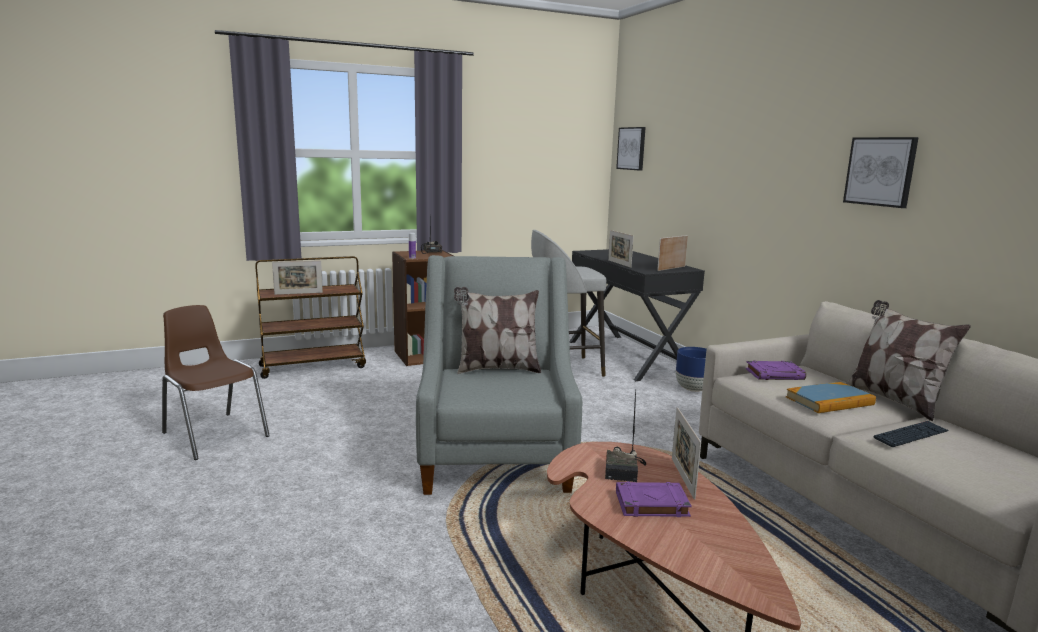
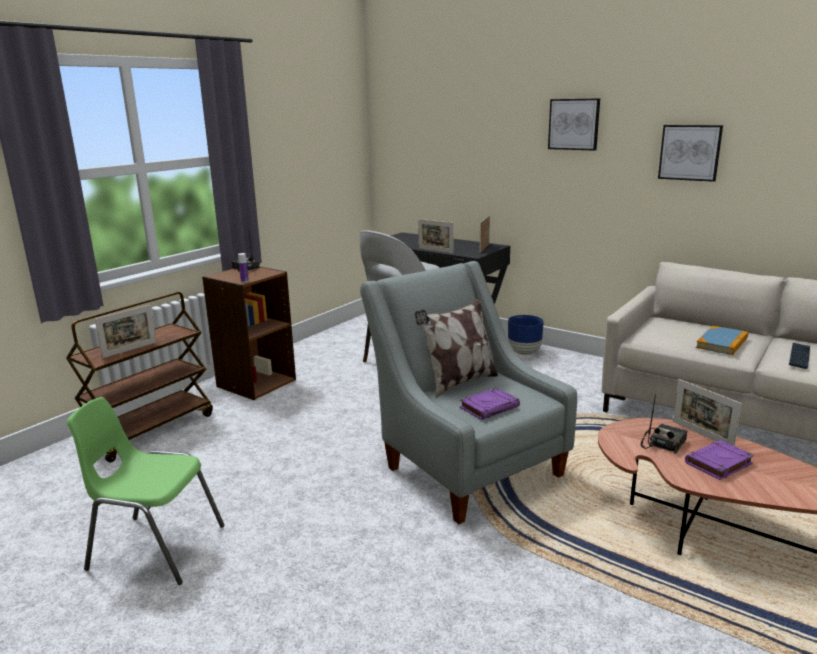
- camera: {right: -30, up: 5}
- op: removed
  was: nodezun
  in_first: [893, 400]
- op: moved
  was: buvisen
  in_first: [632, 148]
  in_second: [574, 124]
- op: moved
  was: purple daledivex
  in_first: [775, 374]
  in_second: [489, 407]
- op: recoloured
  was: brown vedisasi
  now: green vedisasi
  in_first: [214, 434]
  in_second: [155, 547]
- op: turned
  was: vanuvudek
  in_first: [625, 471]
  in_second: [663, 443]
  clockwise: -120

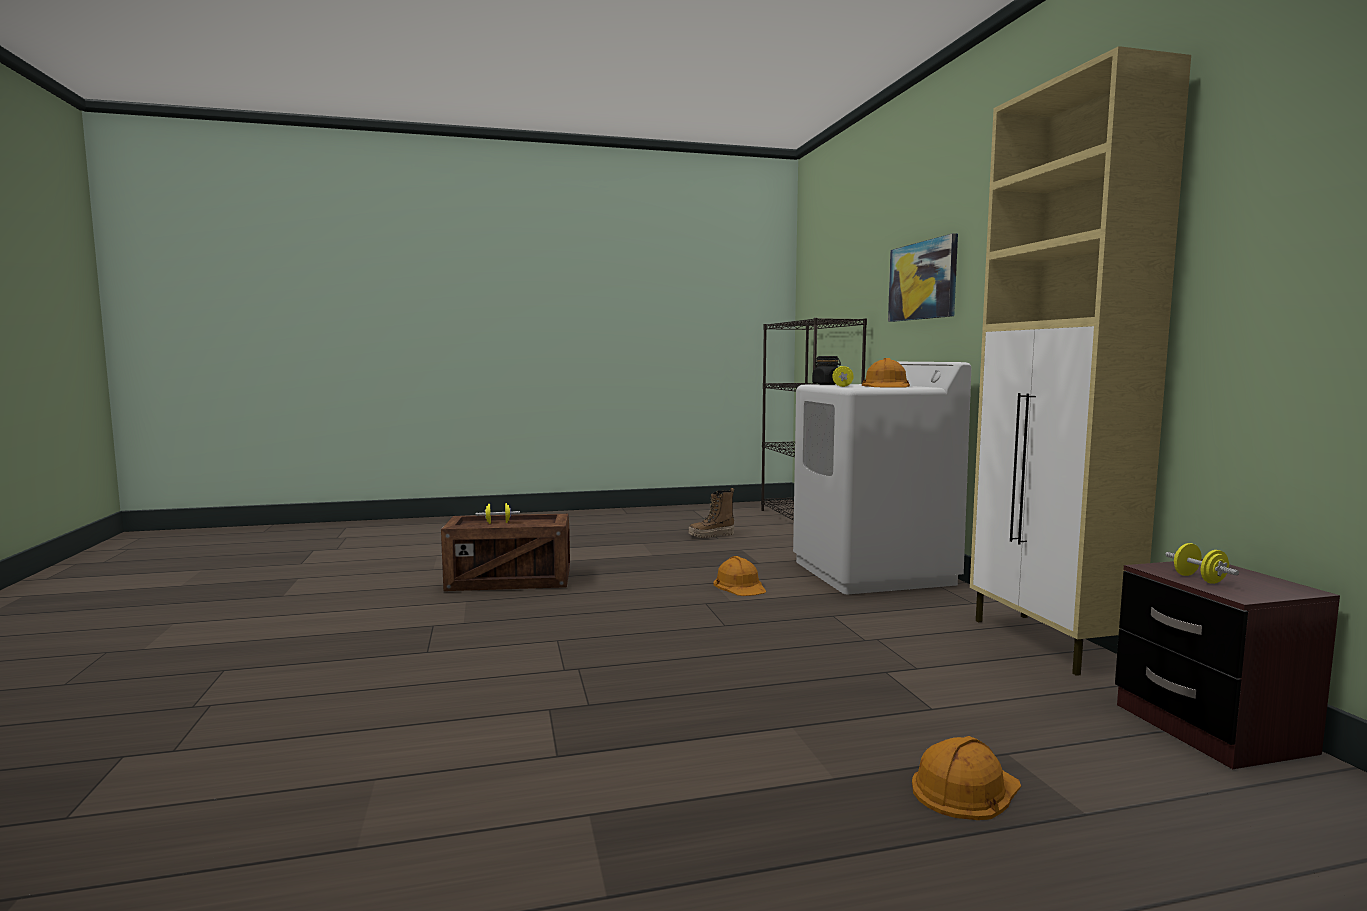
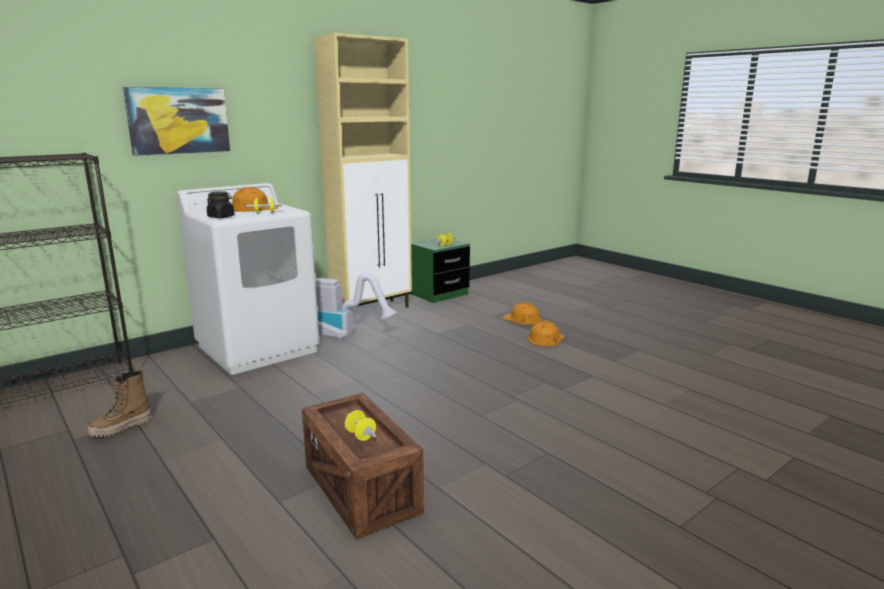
- camera: {right: -115, up: 10}
- op: added
  now: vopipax
  in_second: [347, 335]
- op: moved
  was: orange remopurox
  in_first: [740, 585]
  in_second: [545, 338]
- op: recoloured
  was: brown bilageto
  now: green bilageto
  in_first: [1211, 729]
  in_second: [440, 294]
- op: turned
  was: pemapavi
  in_first: [711, 536]
  in_second: [121, 427]
  clockwise: 90

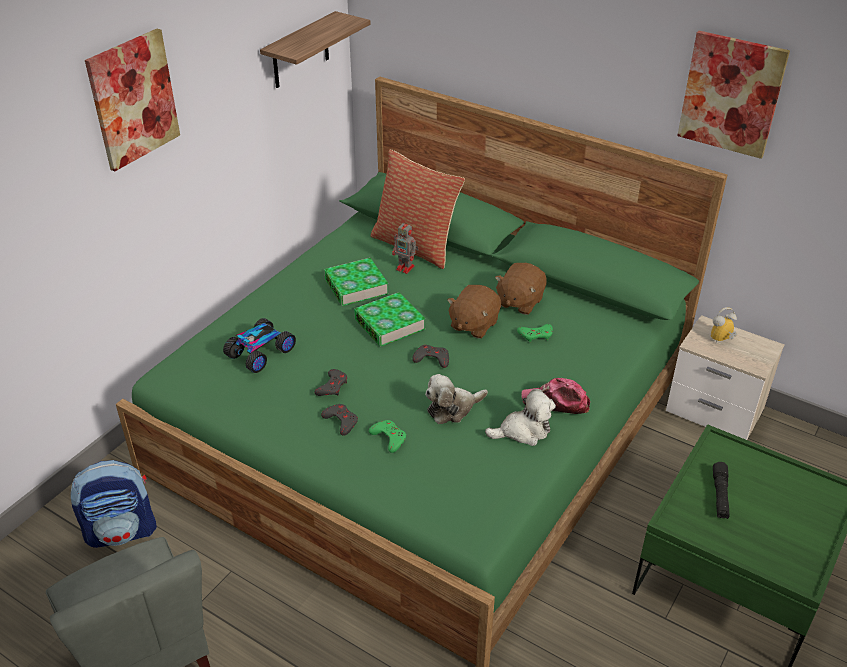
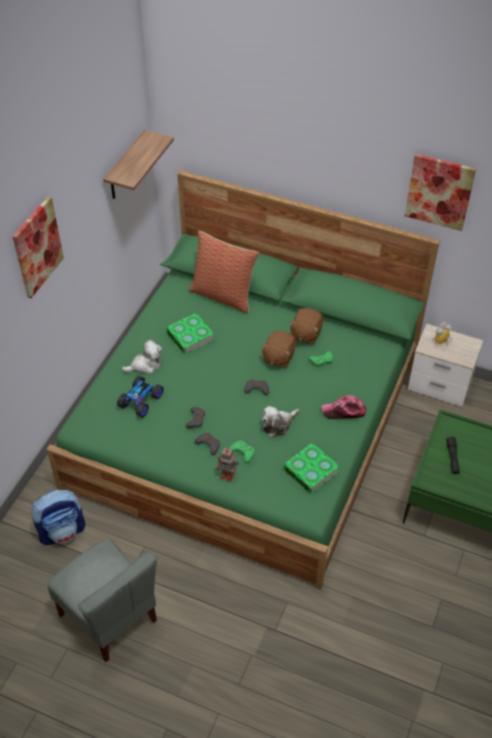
- camera: {right: -10, up: 10}
- op: moved
  was: daledivex
  in_first: [389, 324]
  in_second: [311, 471]
- op: moved
  was: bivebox
  in_first: [406, 268]
  in_second: [228, 475]
- op: moved
  was: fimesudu
  in_first: [523, 431]
  in_second: [145, 365]

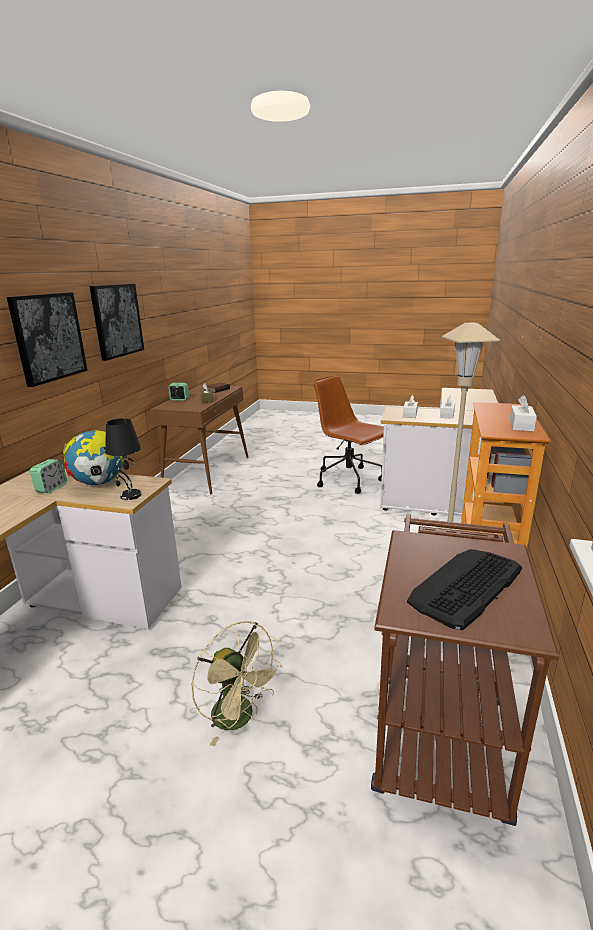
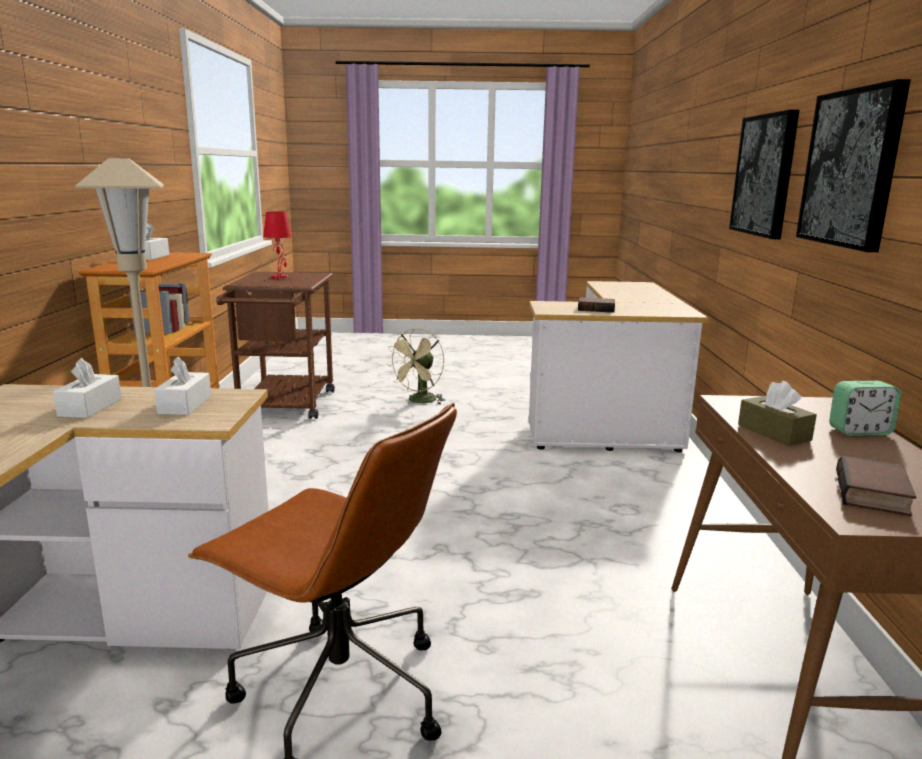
- camera: {right: 165, up: -5}
- op: removed
  was: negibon
  in_first: [51, 488]
- op: removed
  was: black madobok
  in_first: [130, 496]
- op: replaced
  was: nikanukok
  now: daledivex
  in_first: [99, 484]
  in_second: [597, 309]
- op: replaced
  was: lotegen
  now: red madobok
  in_first: [465, 586]
  in_second: [280, 277]
- op: turned
  was: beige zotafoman
  in_first: [240, 718]
  in_second: [419, 401]
  clockwise: -90

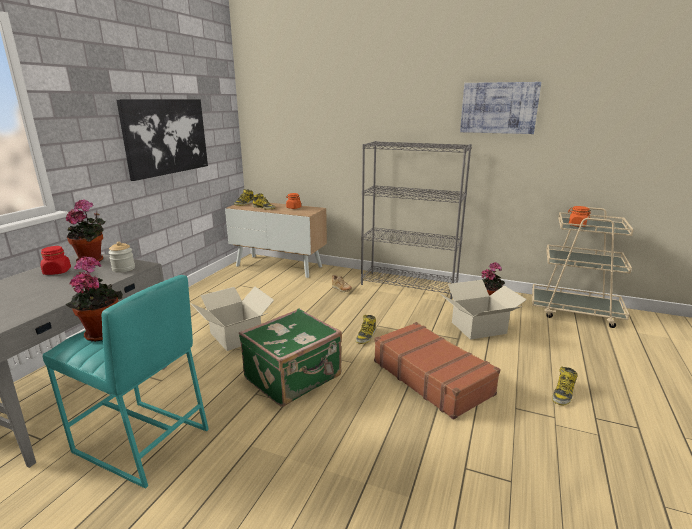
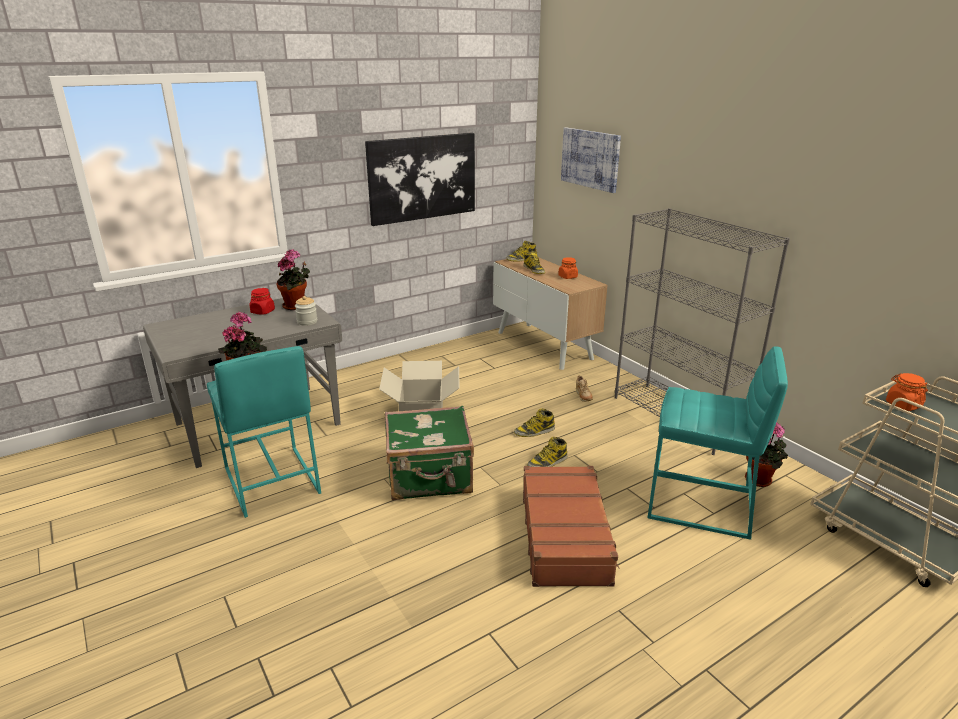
- camera: {right: 35, up: 5}
- op: moved
  was: buvisen
  in_first: [499, 108]
  in_second: [590, 159]
- op: moved
  was: pemapavi
  in_first: [563, 394]
  in_second: [534, 432]
- op: replaced
  was: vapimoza
  now: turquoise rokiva
  in_first: [479, 328]
  in_second: [700, 505]

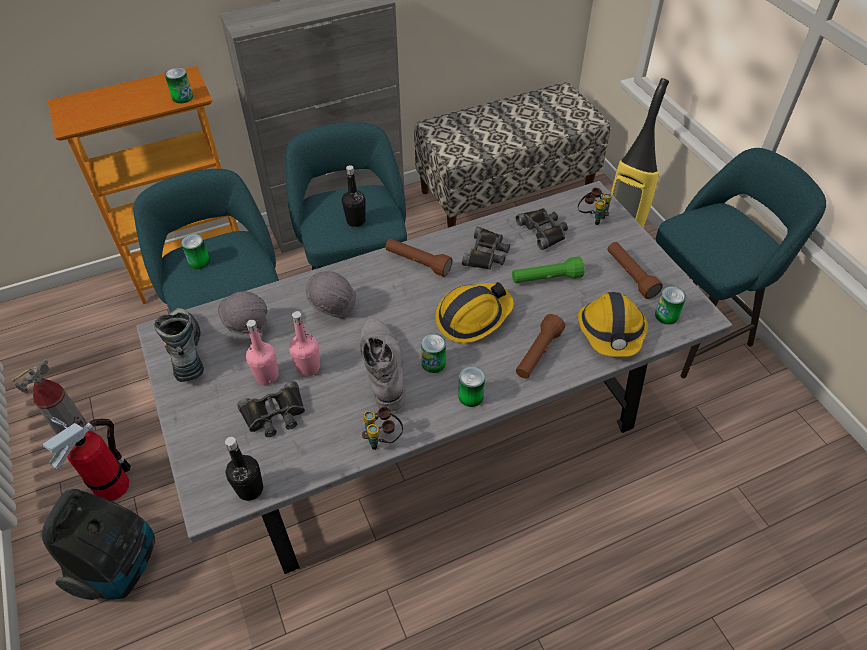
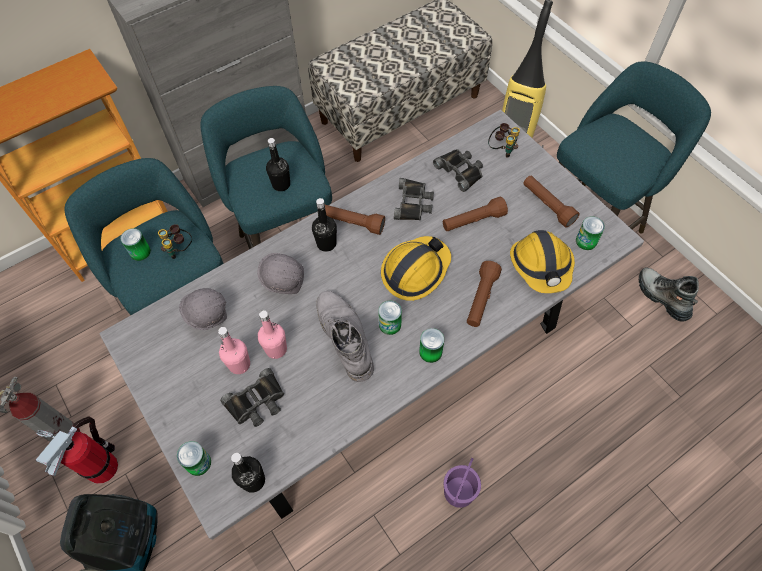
- camera: {right: -10, up: 10}
- op: added
  now: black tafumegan
  in_second: [326, 243]
- op: added
  now: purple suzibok
  in_second: [458, 491]
- op: moved
  was: pemapavi
  in_first: [186, 350]
  in_second: [662, 297]
- op: moved
  was: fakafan
  in_first: [182, 97]
  in_second: [198, 463]
- op: moved
  was: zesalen
  in_first: [383, 439]
  in_second: [180, 250]
- op: recoloured
  was: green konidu
  now: brown konidu
  in_first: [546, 279]
  in_second: [473, 221]

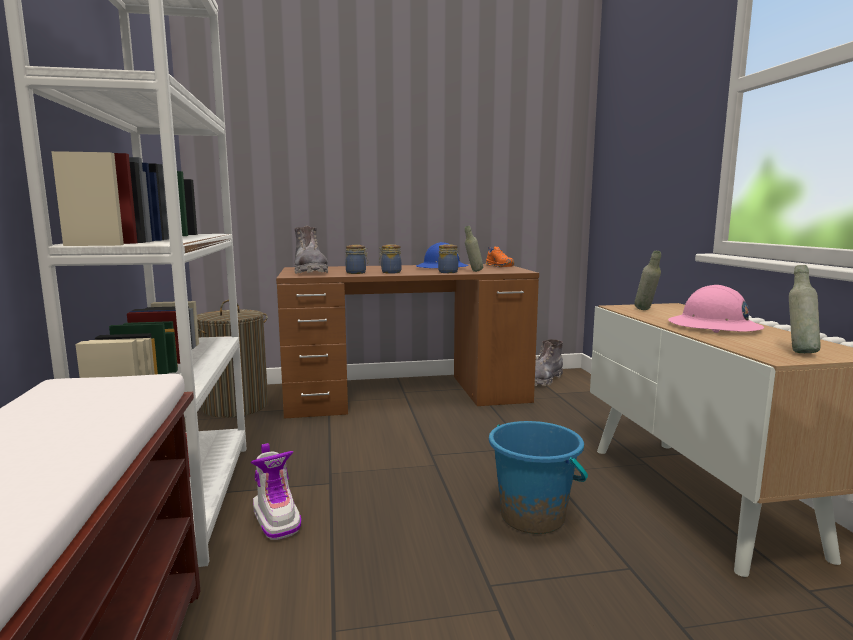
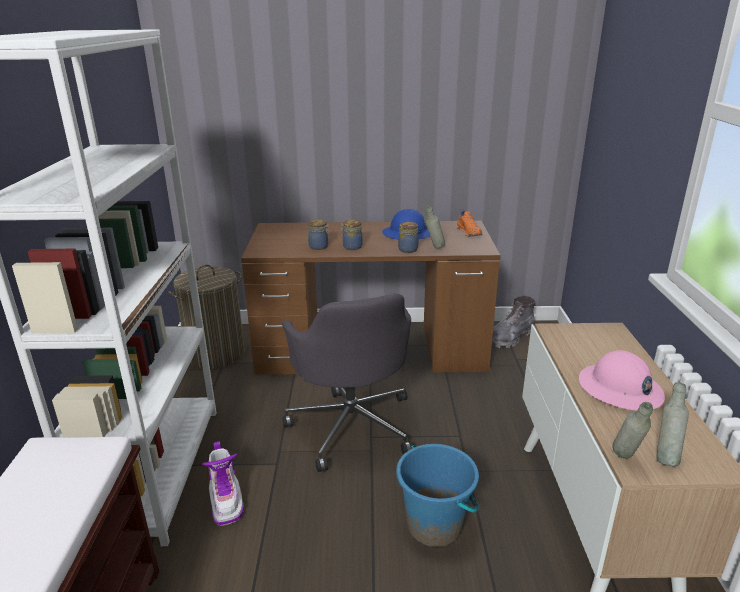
- camera: {right: 10, up: 15}
- op: removed
  was: grey pemapavi
  in_first: [309, 272]
- op: added
  now: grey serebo
  in_second: [352, 425]
- op: moved
  was: grey tafumegan
  in_first: [646, 310]
  in_second: [626, 460]

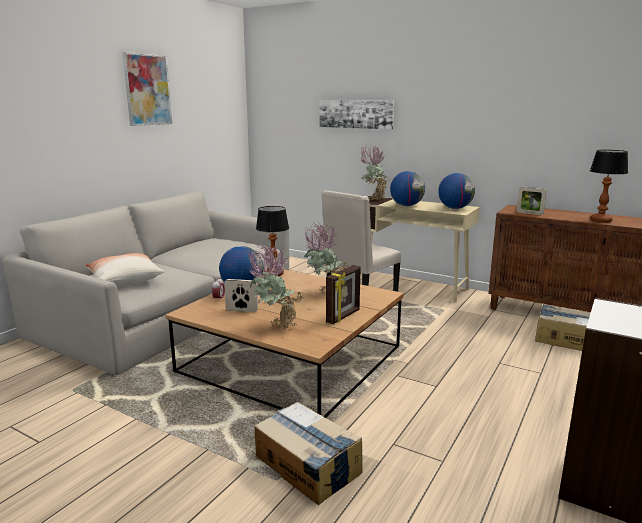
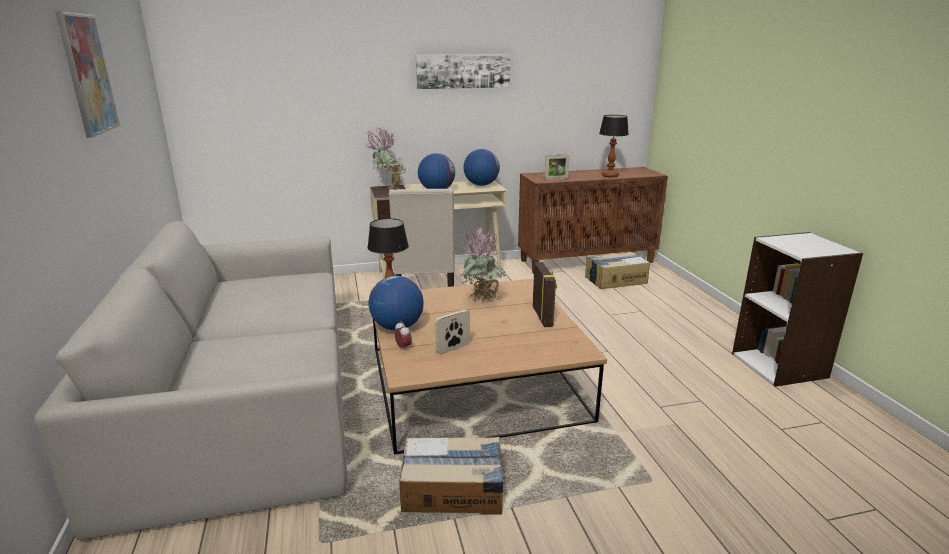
- camera: {right: -45, up: 5}
- op: removed
  was: nodezun
  in_first: [124, 280]
- op: removed
  was: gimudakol
  in_first: [275, 327]
- op: moved
  was: vapimoza
  in_first: [307, 465]
  in_second: [453, 490]
- op: moved
  was: buvisen
  in_first: [356, 114]
  in_second: [463, 71]

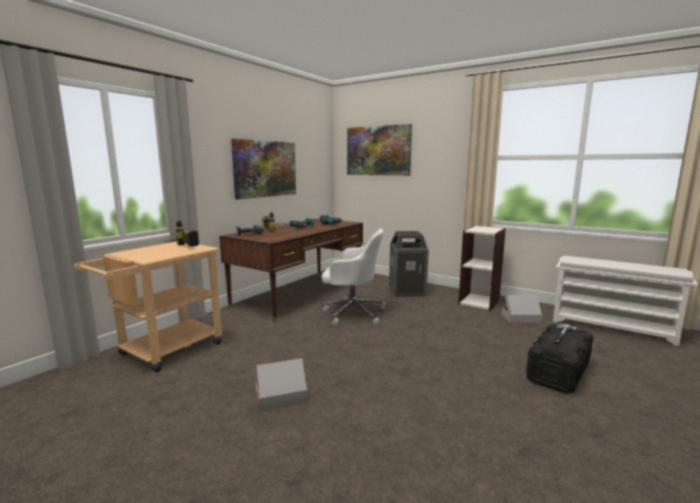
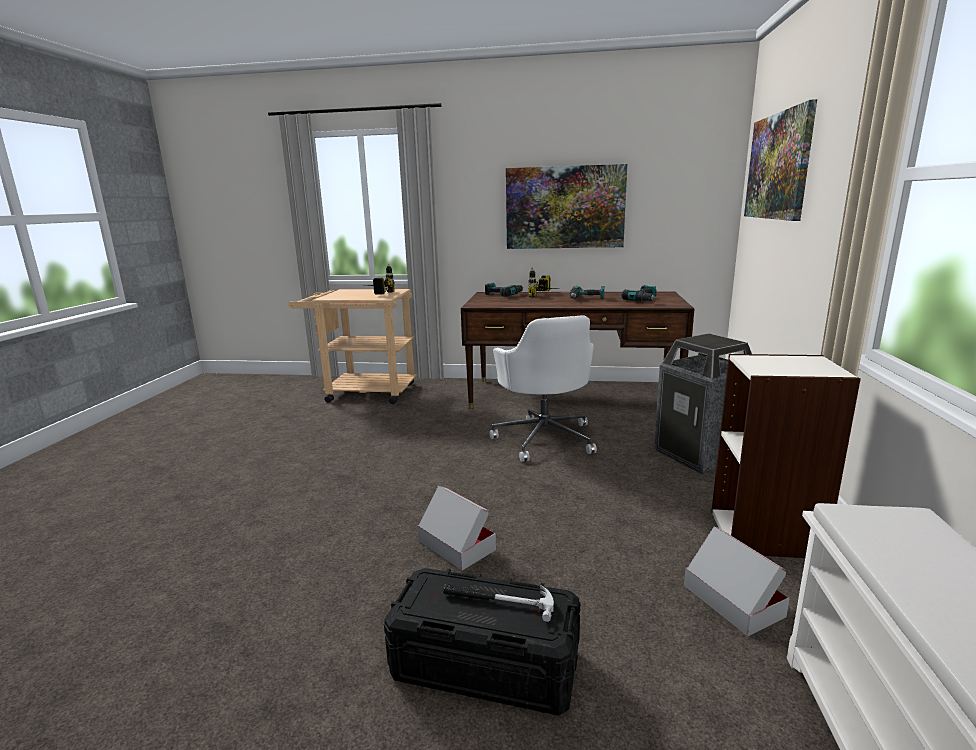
- camera: {right: 65, up: 5}
- op: moved
  was: vapimoza
  in_first: [281, 397]
  in_second: [456, 545]

